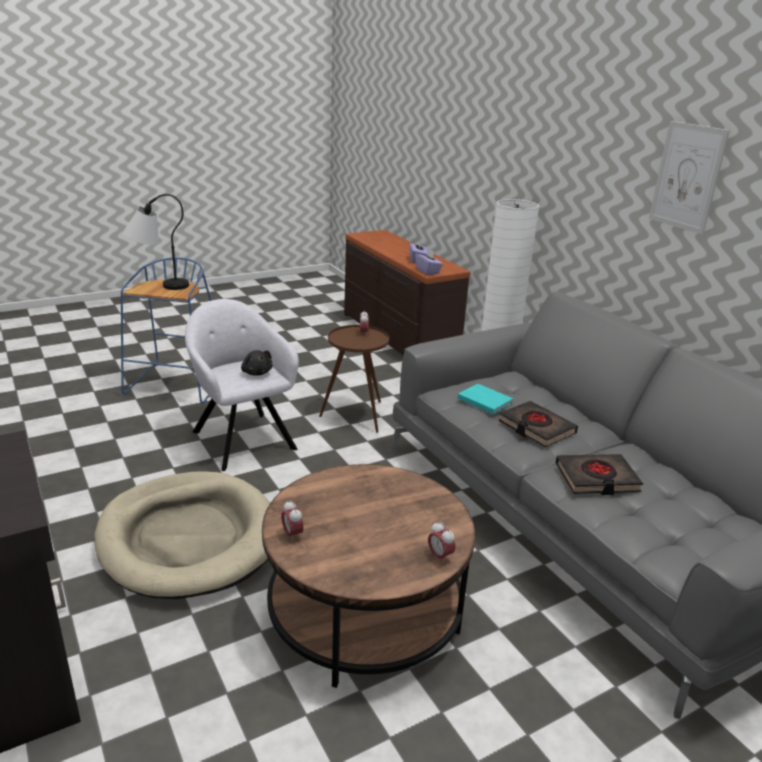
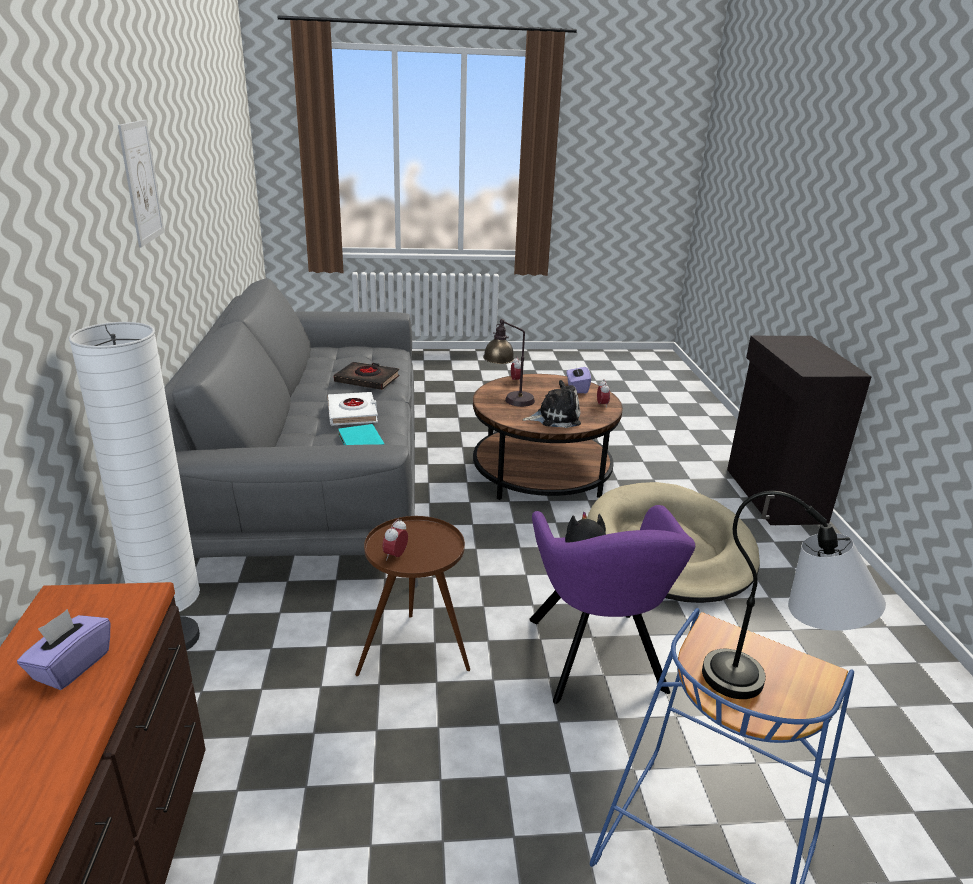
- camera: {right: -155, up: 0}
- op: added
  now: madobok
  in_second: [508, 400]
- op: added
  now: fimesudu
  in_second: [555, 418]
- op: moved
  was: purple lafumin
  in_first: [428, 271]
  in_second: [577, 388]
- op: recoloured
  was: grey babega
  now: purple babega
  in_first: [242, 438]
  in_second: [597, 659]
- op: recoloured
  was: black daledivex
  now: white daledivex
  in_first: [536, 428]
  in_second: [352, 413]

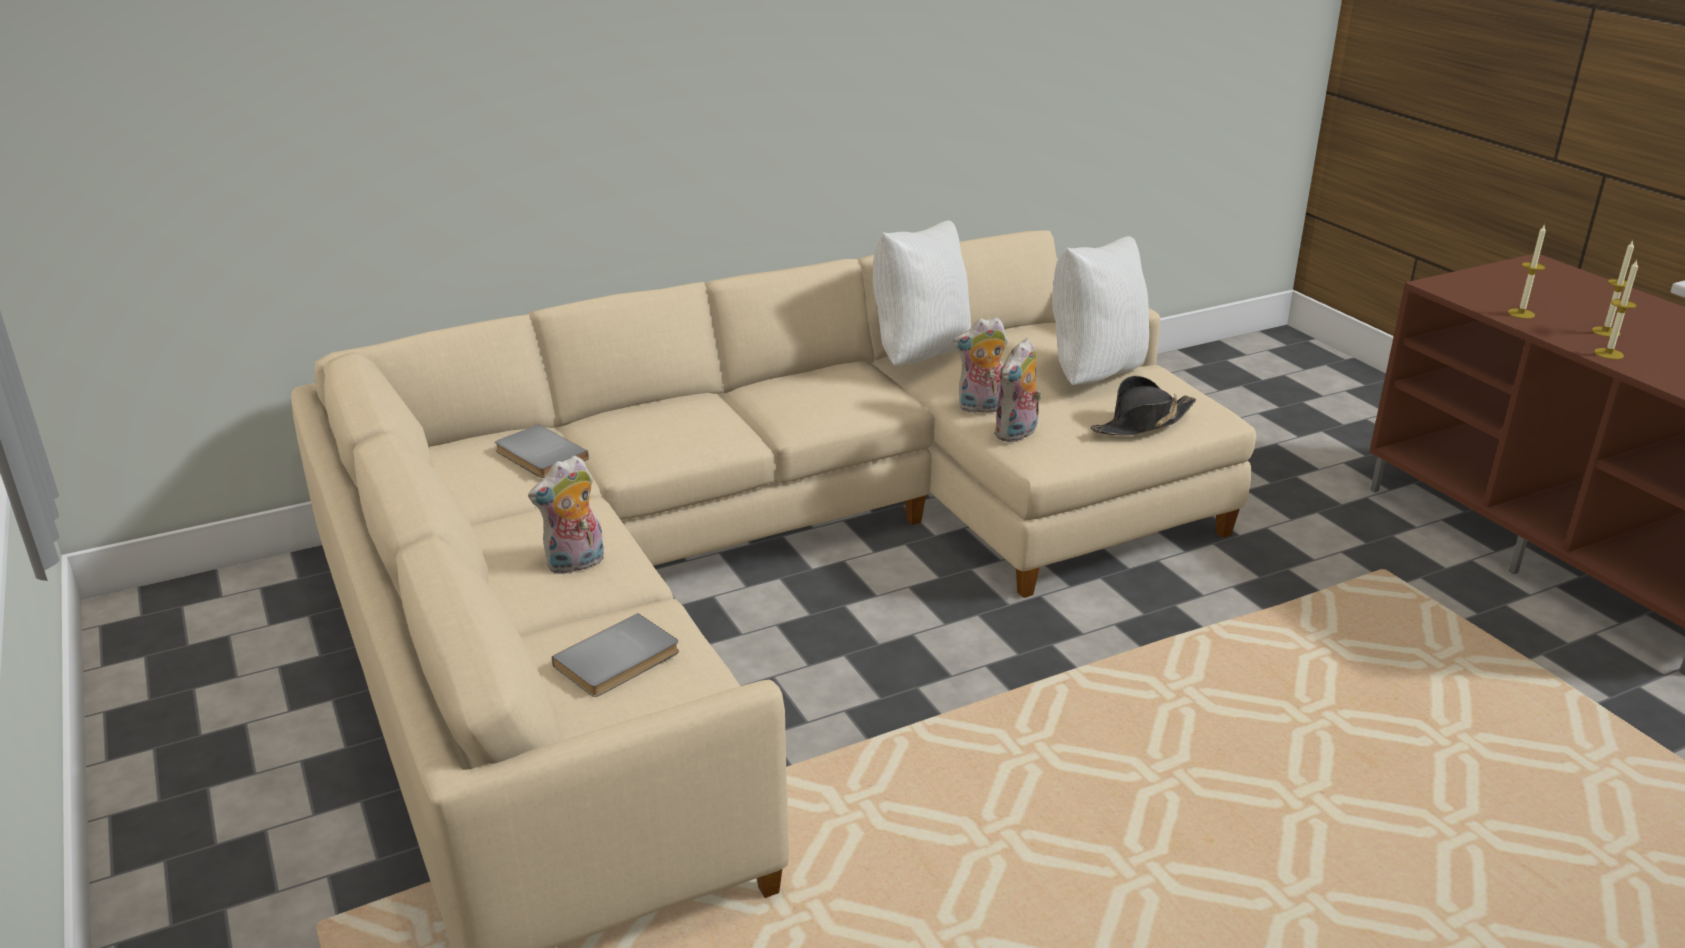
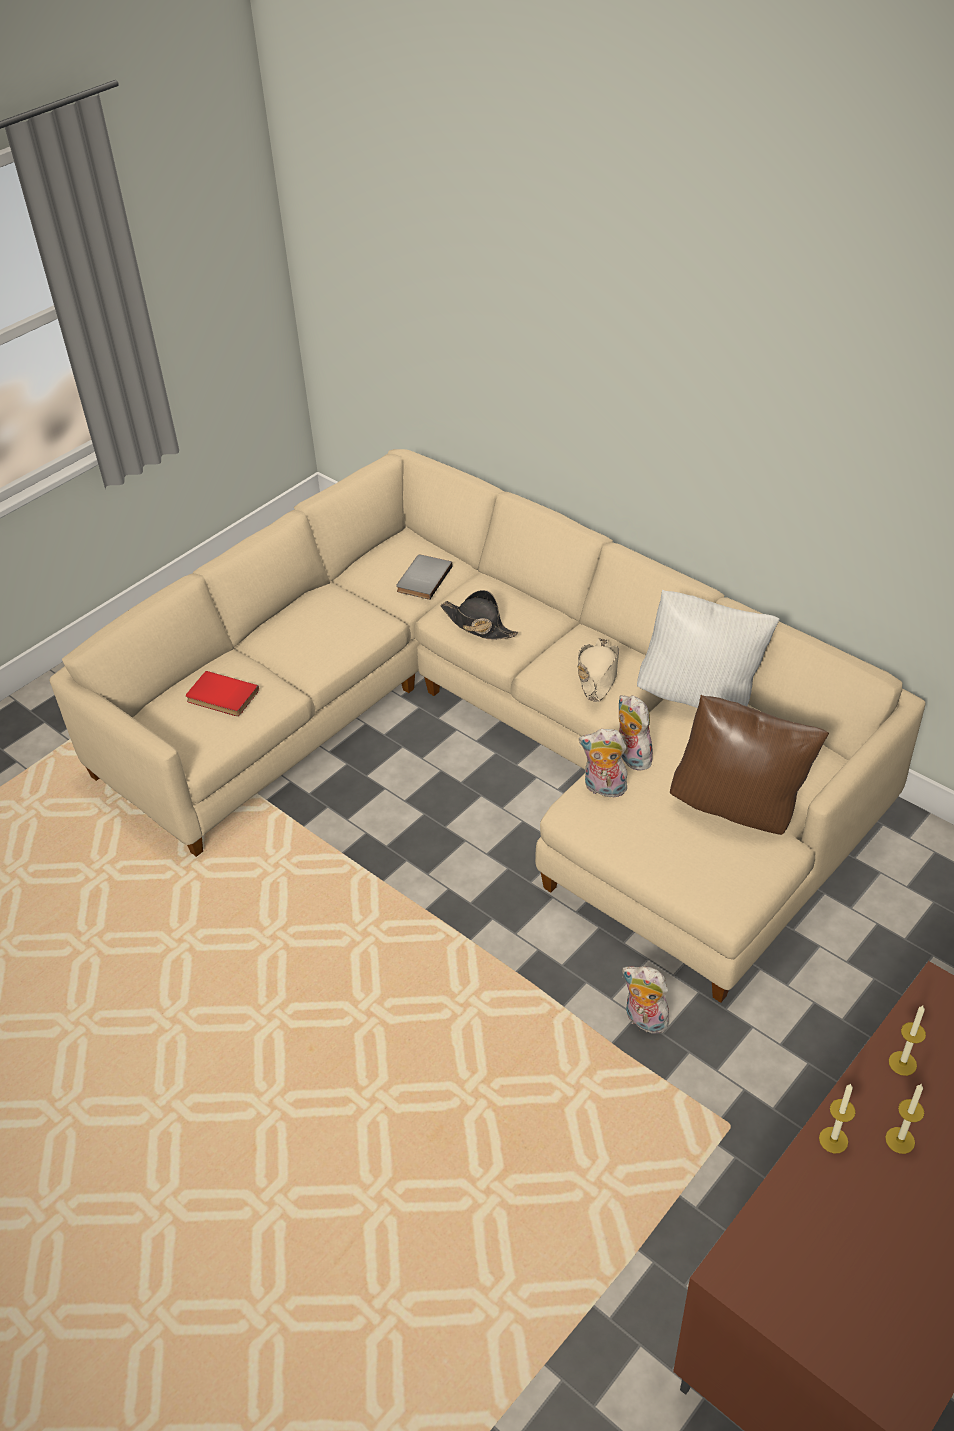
- camera: {right: 70, up: 15}
- op: added
  now: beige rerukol
  in_second: [598, 674]
- op: moved
  was: fimesudu
  in_first: [575, 564]
  in_second: [643, 1020]
- op: moved
  was: black rerukol
  in_first: [1142, 423]
  in_second: [478, 625]
- op: recoloured
  was: grey daledivex
  now: red daledivex
  in_first: [619, 661]
  in_second: [221, 697]
- op: recoloured
  was: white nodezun
  now: brown nodezun
  in_first: [1093, 374]
  in_second: [739, 807]

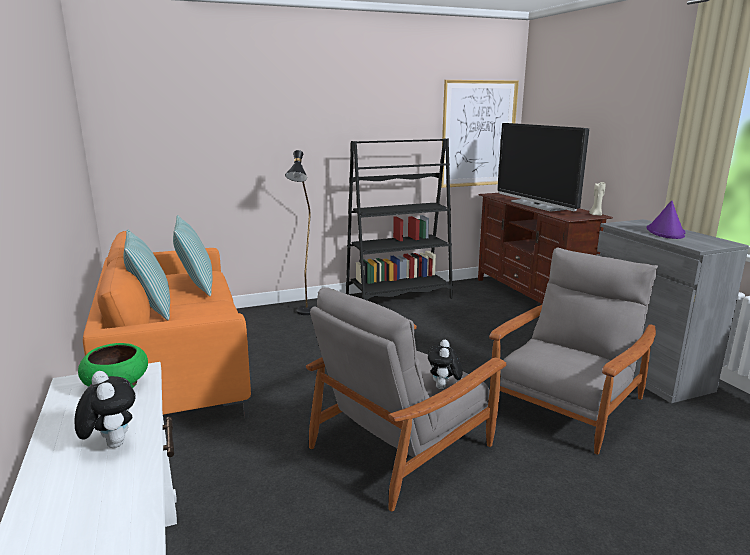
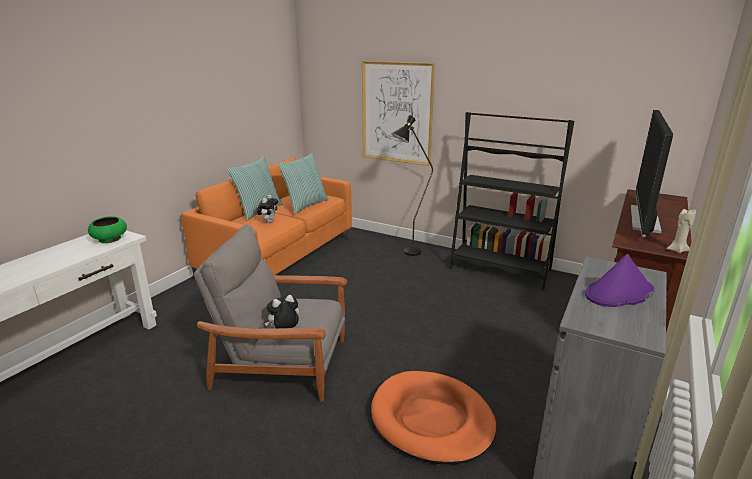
- camera: {right: 50, up: 5}
- op: moved
  was: fimesudu
  in_first: [111, 444]
  in_second: [269, 221]
- op: moved
  was: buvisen
  in_first: [478, 134]
  in_second: [396, 113]
- op: replaced
  was: grey babega
  now: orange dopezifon
  in_first: [567, 405]
  in_second: [431, 420]

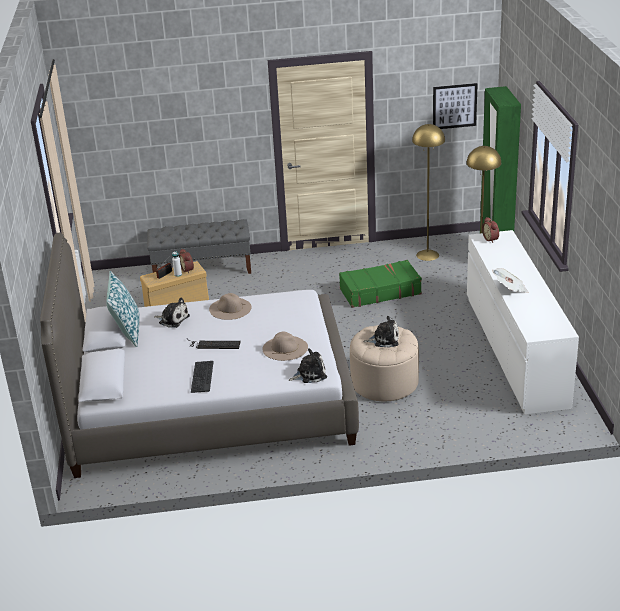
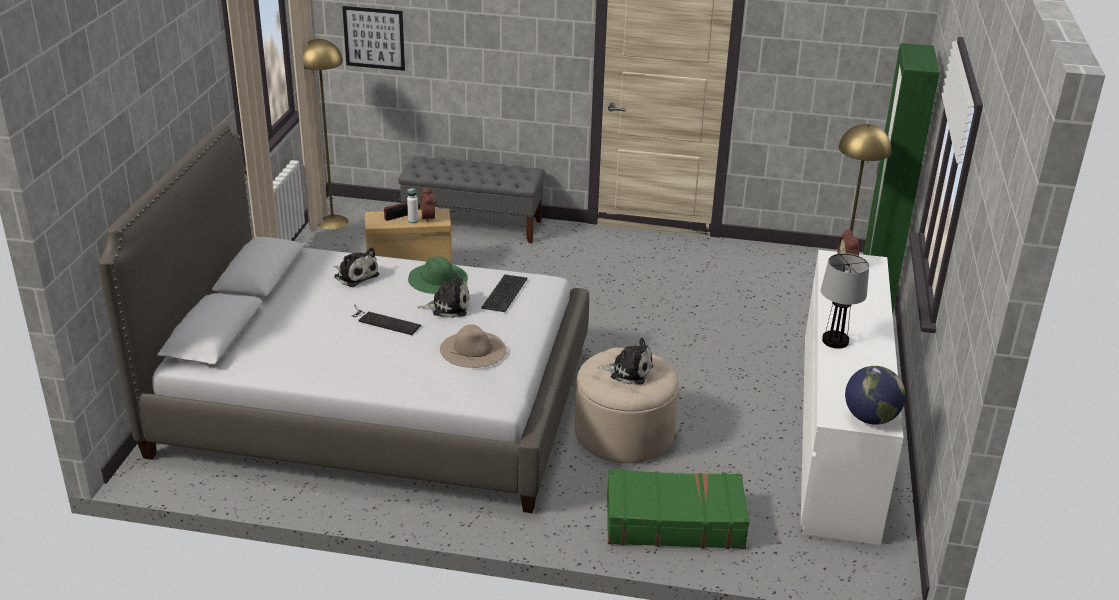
- camera: {right: 15, up: 0}
- op: removed
  was: nodezun
  in_first: [127, 331]
- op: added
  now: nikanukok
  in_second: [870, 418]
- op: moved
  was: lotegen
  in_first: [201, 377]
  in_second: [504, 293]
- op: moved
  was: fimesudu
  in_first: [309, 374]
  in_second: [448, 306]
- op: moved
  was: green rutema
  in_first: [379, 291]
  in_second: [674, 521]
- op: moved
  was: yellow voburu
  in_first: [427, 255]
  in_second: [332, 222]
- op: moved
  was: buvisen
  in_first: [454, 106]
  in_second: [374, 38]
- op: replaced
  was: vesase
  now: madobok
  in_first: [510, 289]
  in_second: [836, 341]
- op: recoloured
  was: beige rerukol
  now: green rerukol
  in_first: [230, 308]
  in_second: [437, 278]

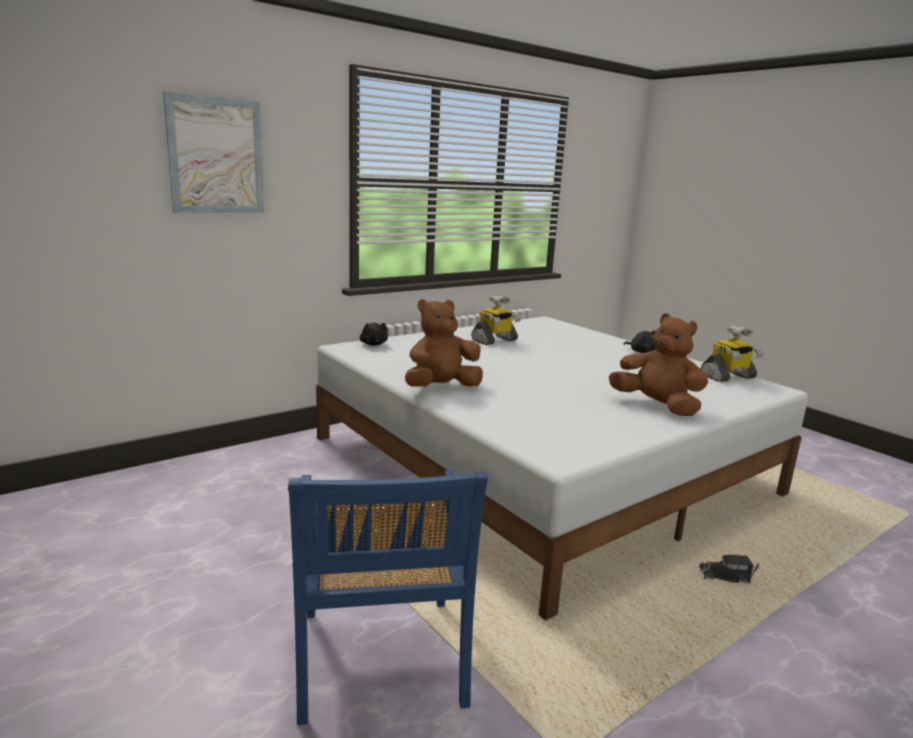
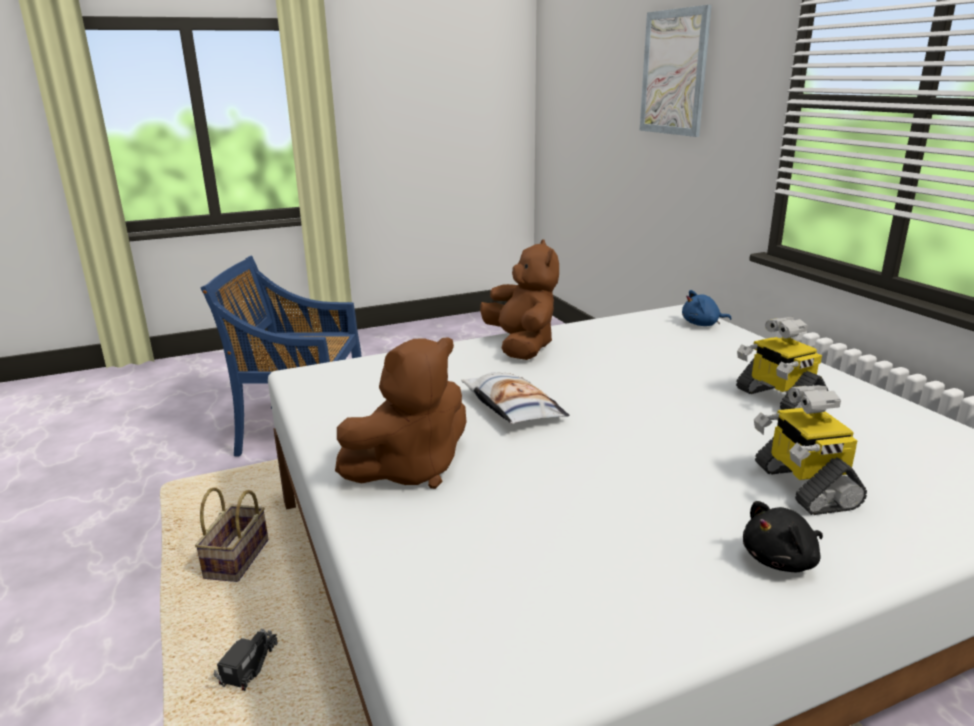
- camera: {right: 105, up: 5}
- op: added
  now: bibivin
  in_second: [237, 561]
- op: added
  now: nodezun
  in_second: [511, 407]
- op: moved
  was: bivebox
  in_first: [728, 377]
  in_second: [803, 486]
- op: recoloured
  was: black fimesudu
  now: blue fimesudu
  in_first: [373, 344]
  in_second: [702, 324]

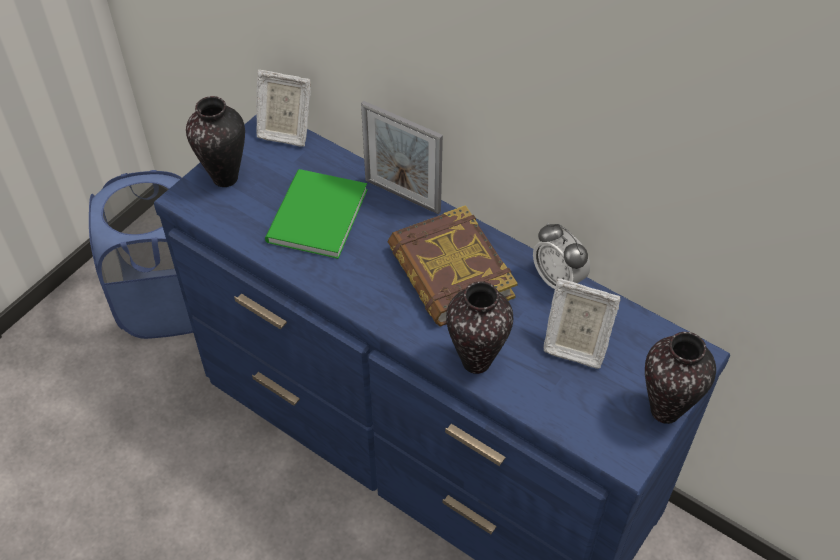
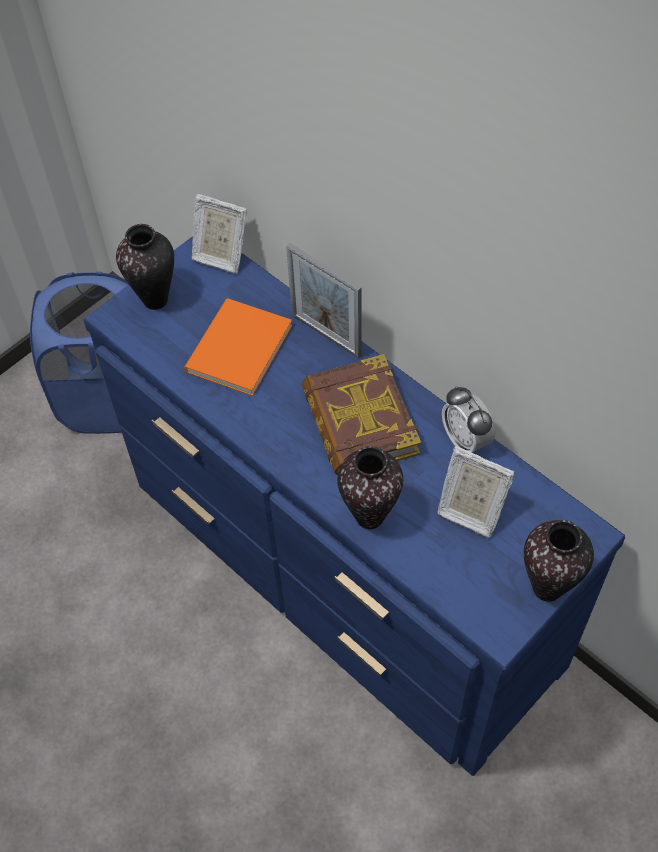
- camera: {right: 10, up: 5}
- op: recoloured
  was: green daledivex
  now: orange daledivex
  in_first: [314, 217]
  in_second: [235, 350]

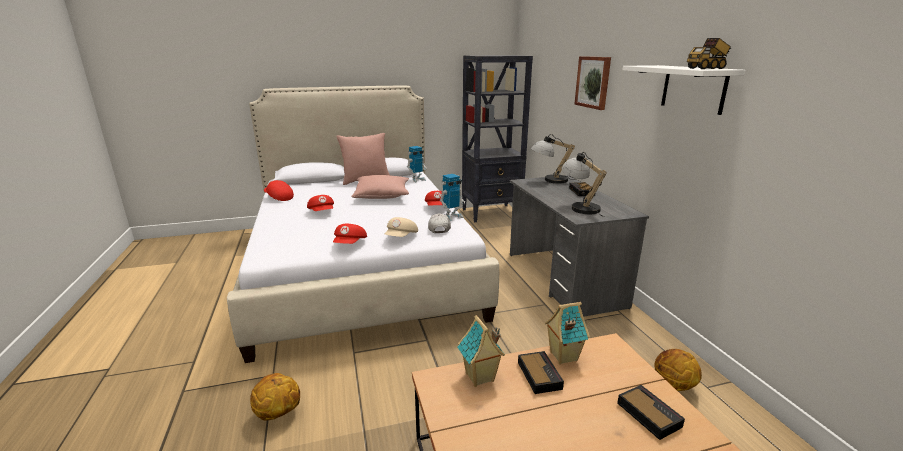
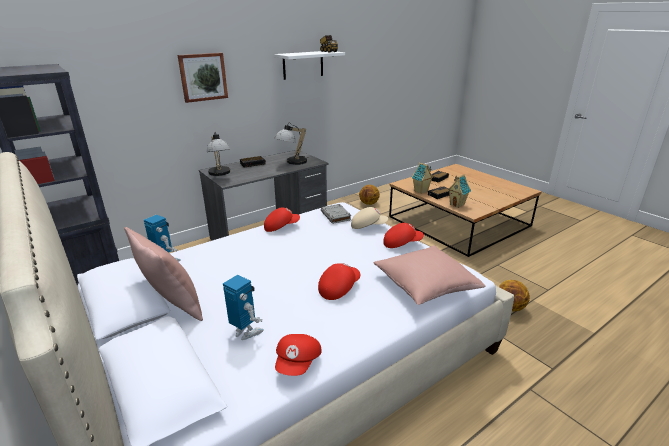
- camera: {right: -110, up: 5}
- op: moved
  was: pink nodezun
  in_first: [382, 195]
  in_second: [425, 285]
- op: moved
  was: bivebox
  in_first: [452, 216]
  in_second: [246, 332]
- op: replaced
  was: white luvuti
  now: grey daledivex
  in_first: [439, 228]
  in_second: [336, 216]

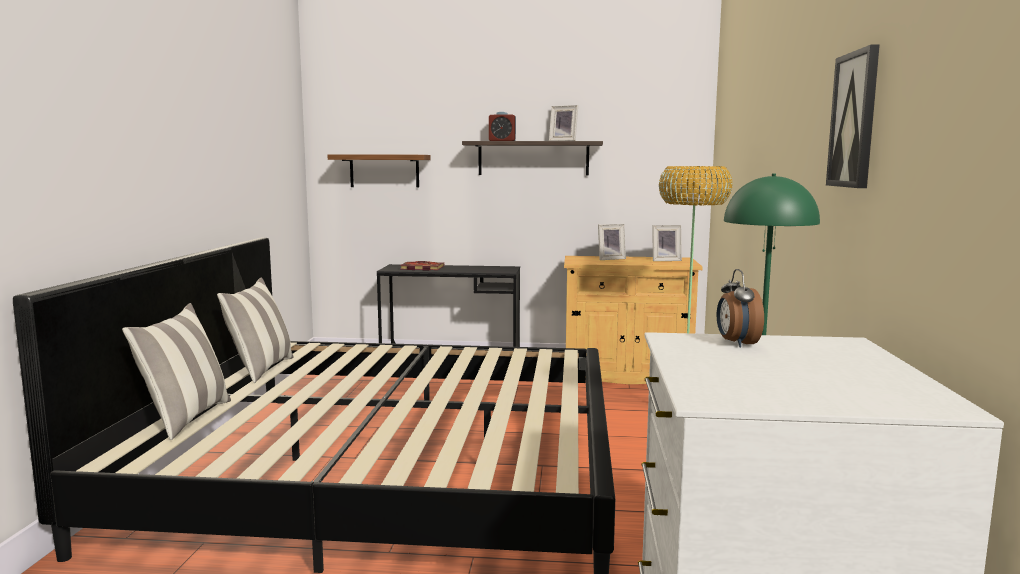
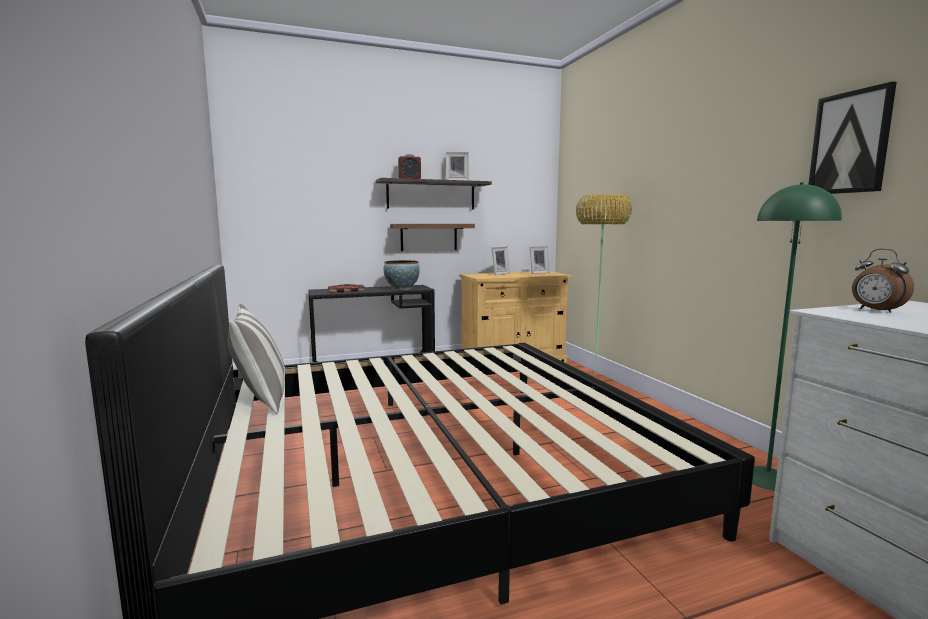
- camera: {right: -25, up: 0}
- op: removed
  was: nodezun
  in_first: [185, 419]
- op: added
  now: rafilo
  in_second: [402, 288]
- op: moved
  was: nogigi
  in_first: [384, 171]
  in_second: [429, 237]

